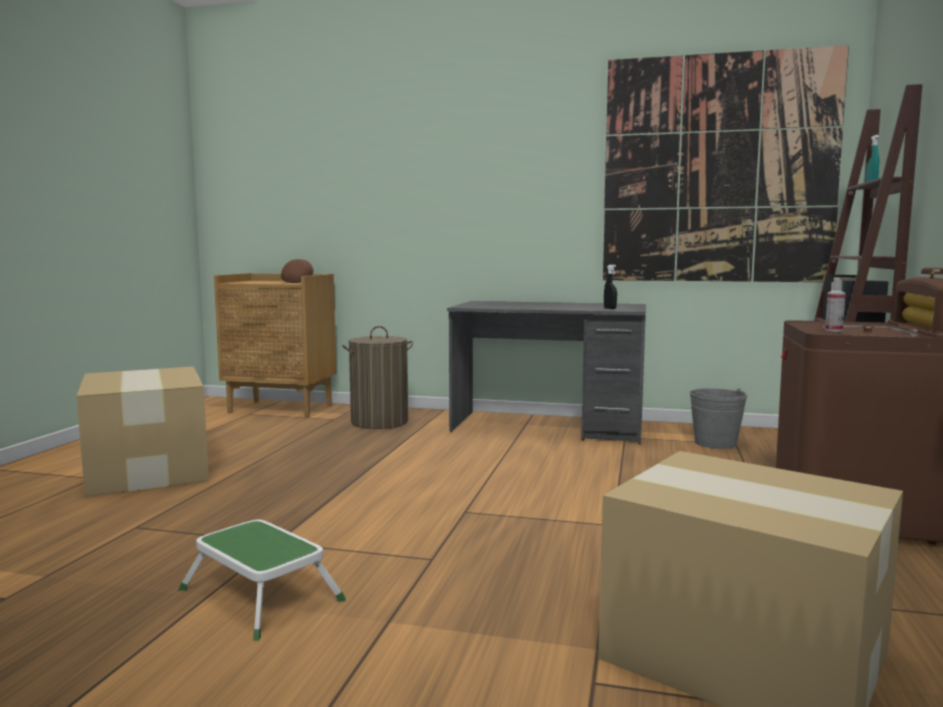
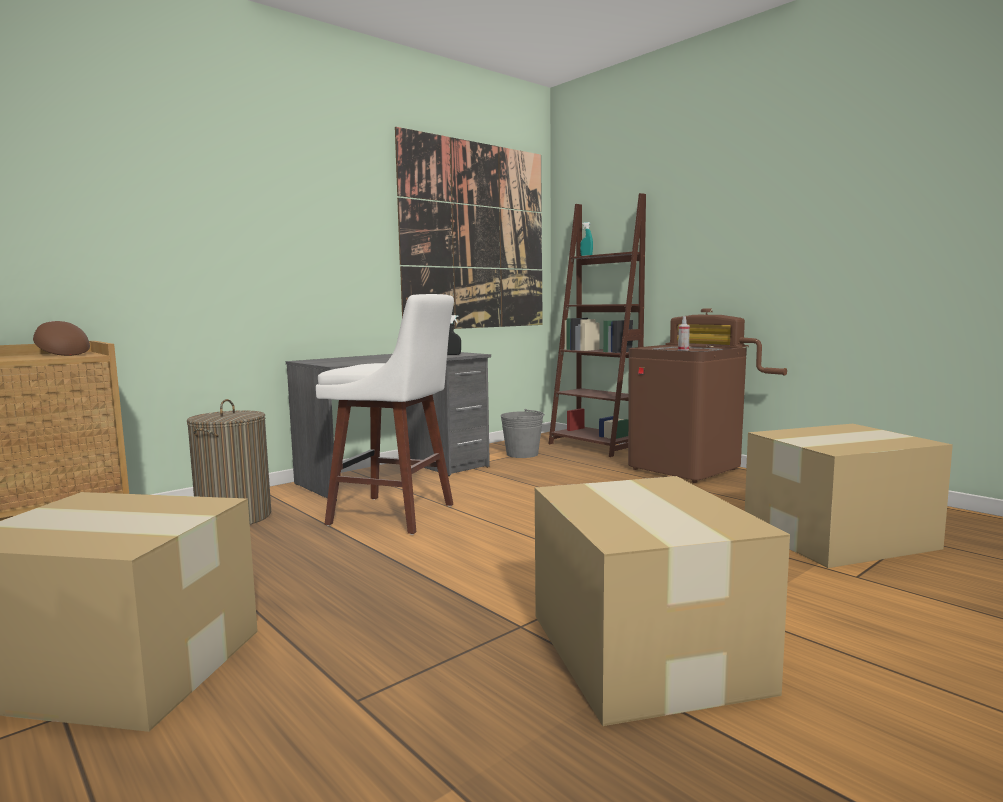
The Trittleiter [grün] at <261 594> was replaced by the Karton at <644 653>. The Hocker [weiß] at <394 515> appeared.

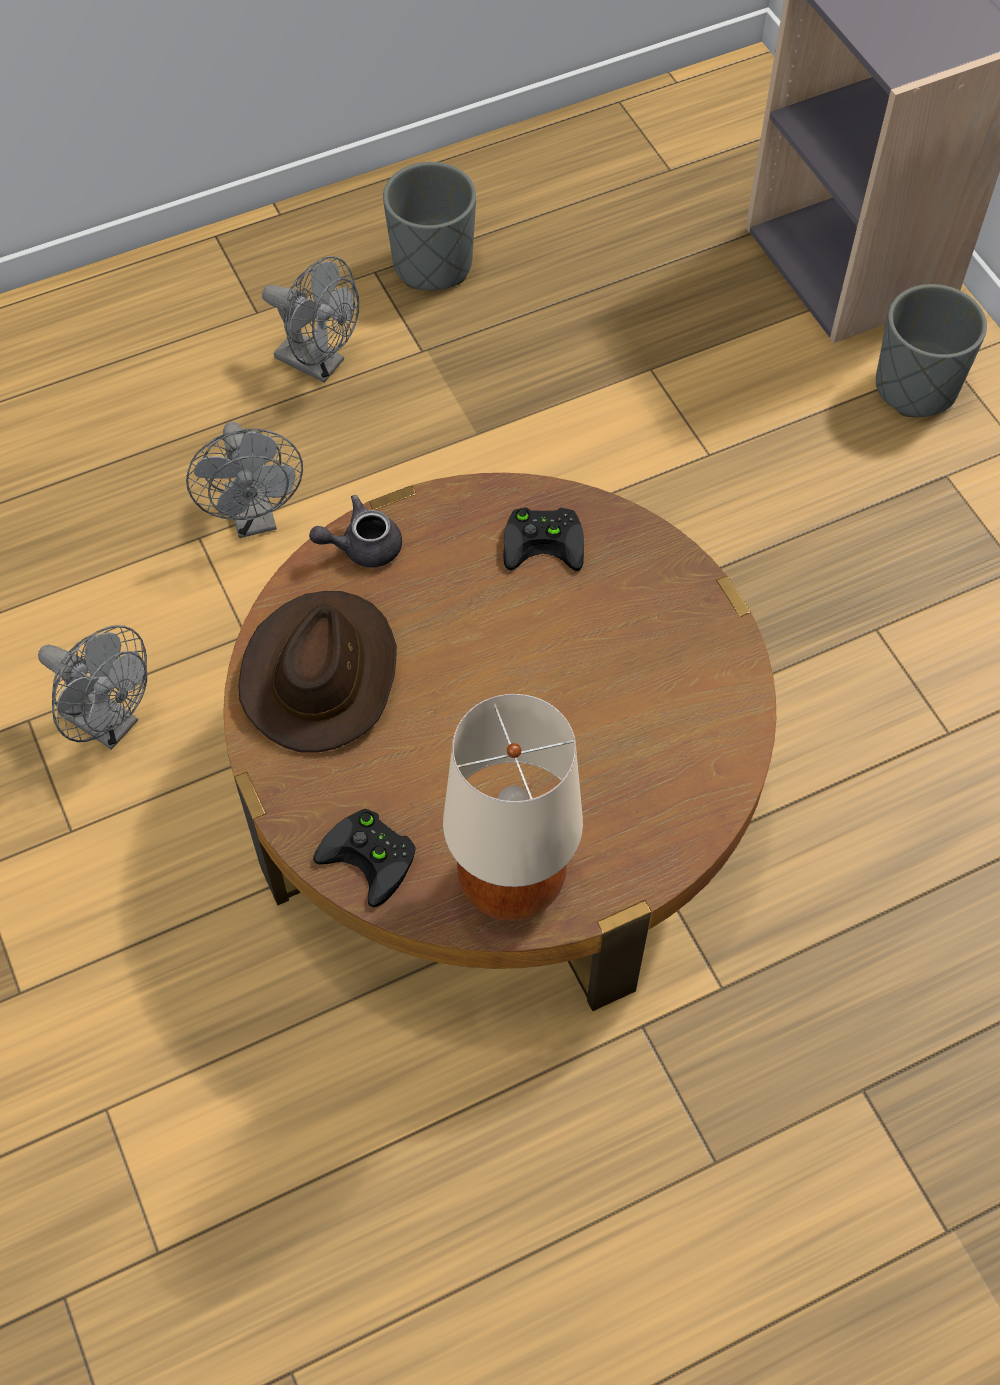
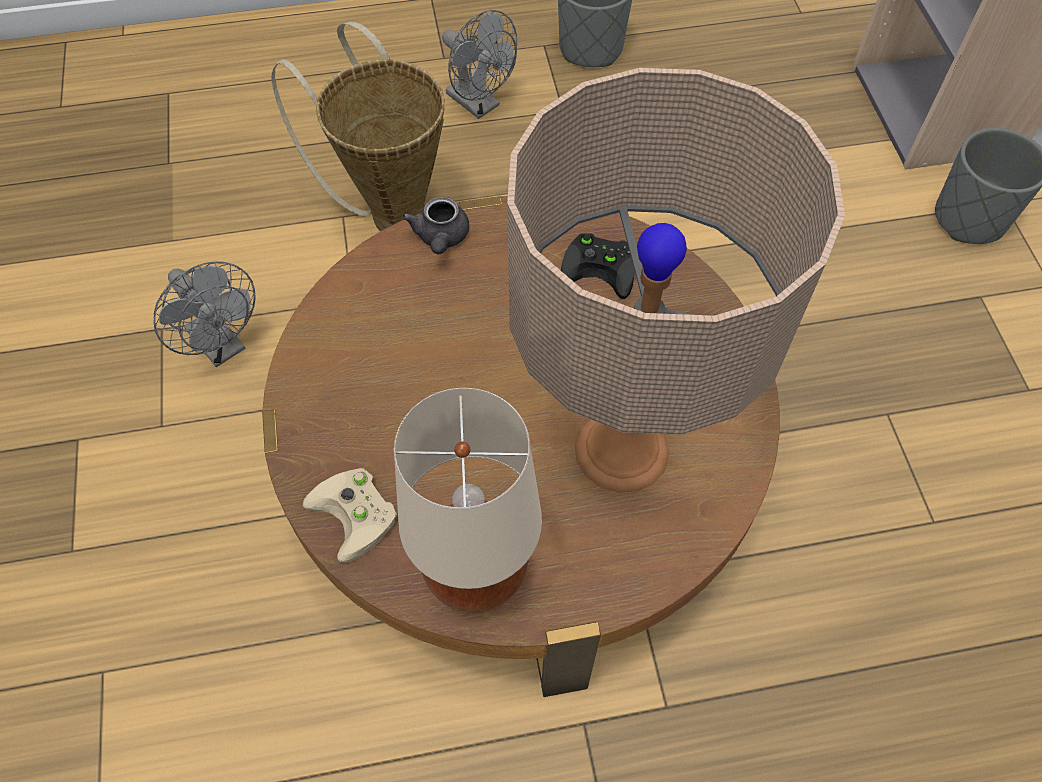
The Ventilator [grau] at <255 519> was replaced by the Korb at <390 211>. The Teekanne [grau] at <362 547> turned 90 degrees counterclockwise. The Hut [braun] at <320 674> disappeared. The Gamepad [schwarz] at <373 857> became the Gamepad [beige] at <357 515>. The Tischlampe [beige] at <621 449> appeared.

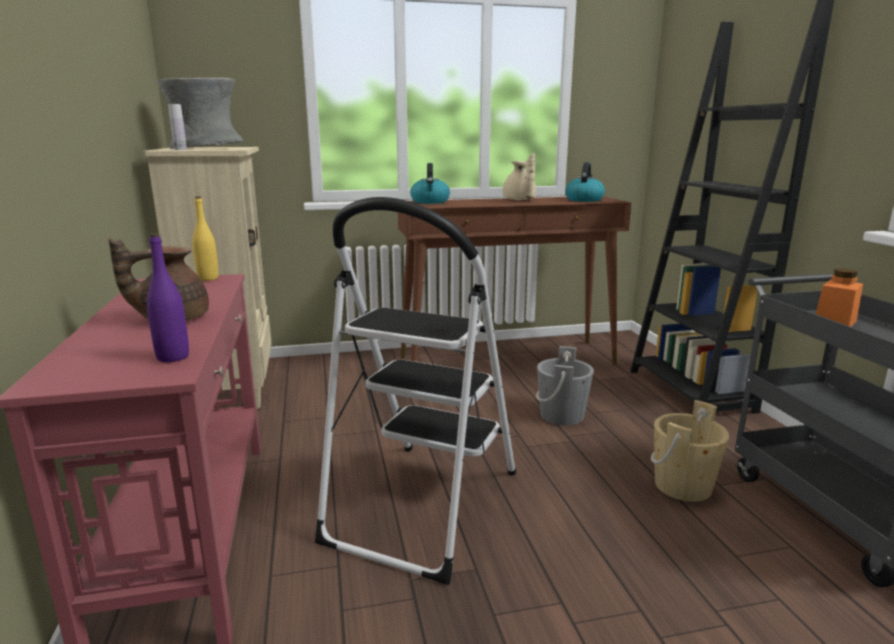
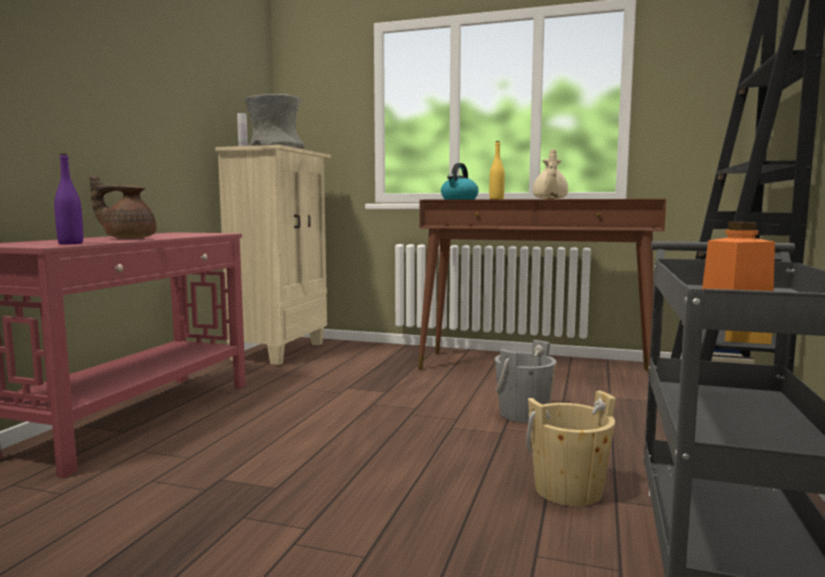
The Wasserkessel at <584 200> disappeared. The Flasche [gelb] moved from <208 278> to <496 199>. The Trittleiter at <419 508> disappeared.

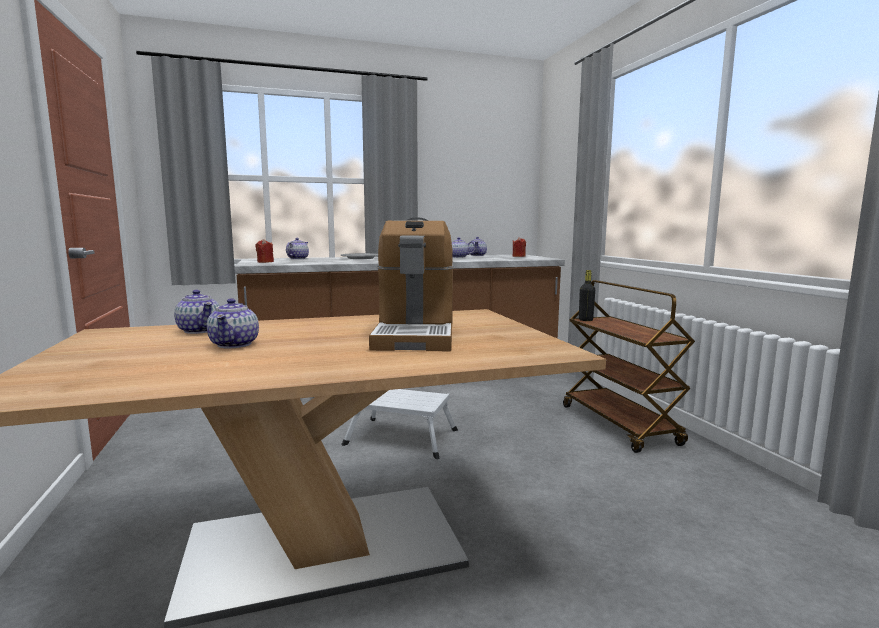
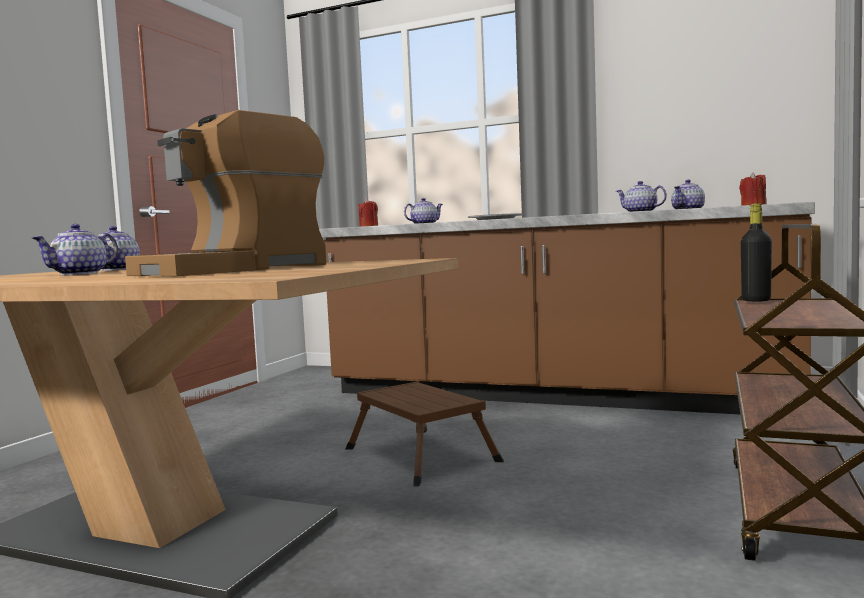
The Trittleiter [weiß] at <402 437> became the Trittleiter [braun] at <421 455>.

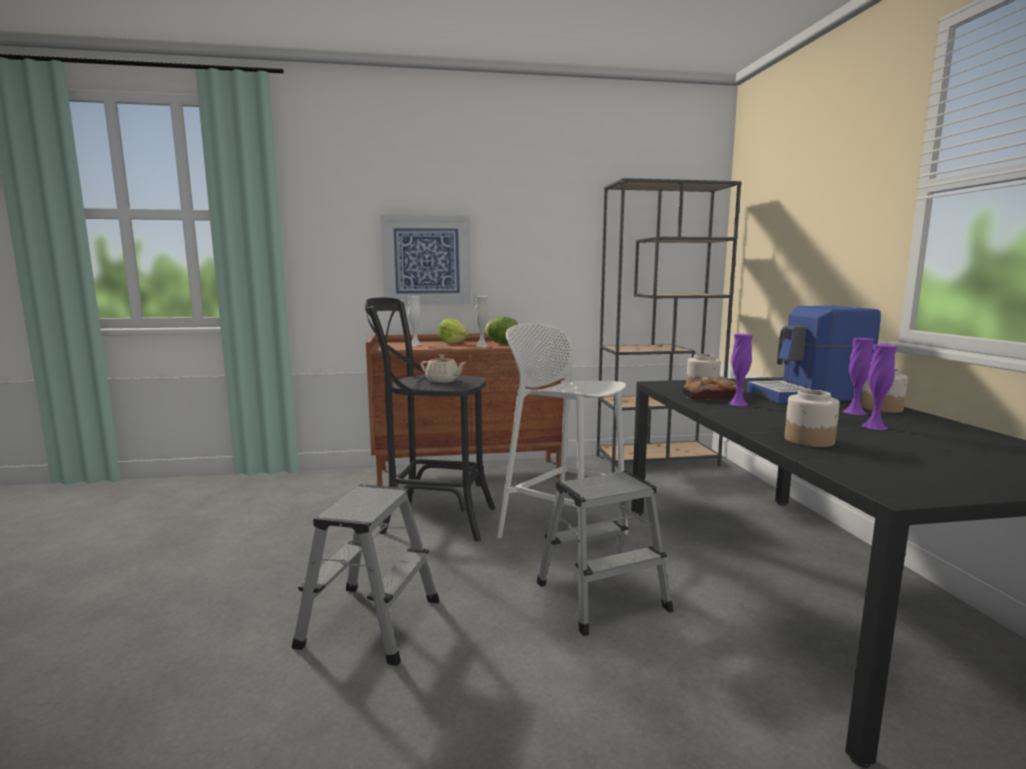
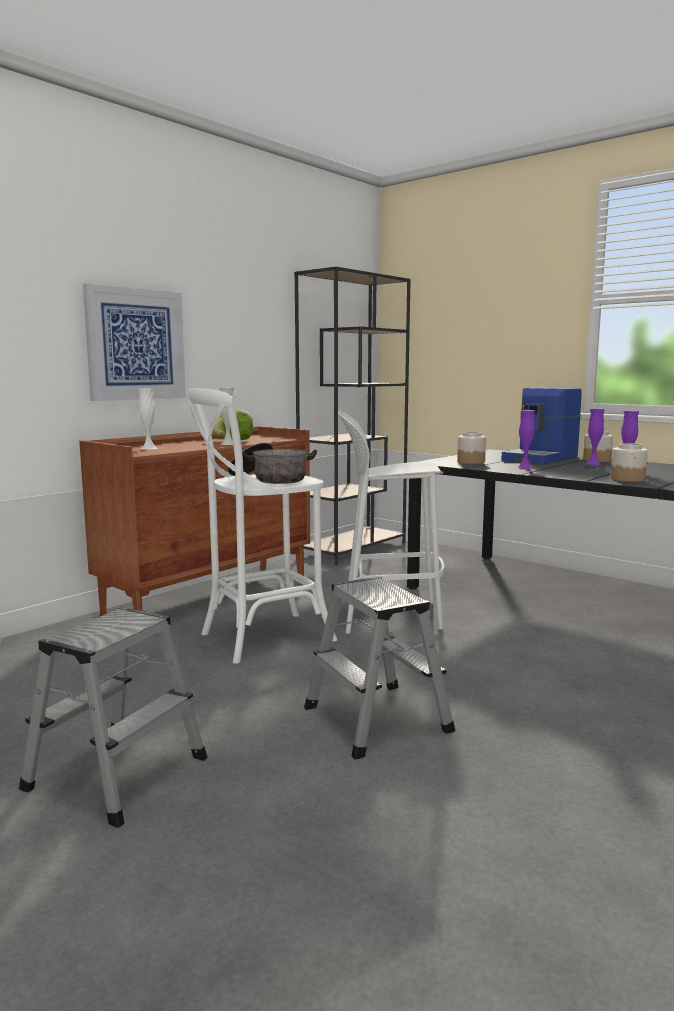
The Hocker [schwarz] at <434 519> became the Hocker [weiß] at <261 638>. The Salatkopf at <453 343> disappeared. The Teekanne [beige] at <443 381> was replaced by the Kochtopf at <270 479>. The Brot at <711 397> disappeared. The Trittleiter [grau] moved from <602 595> to <117 772>.

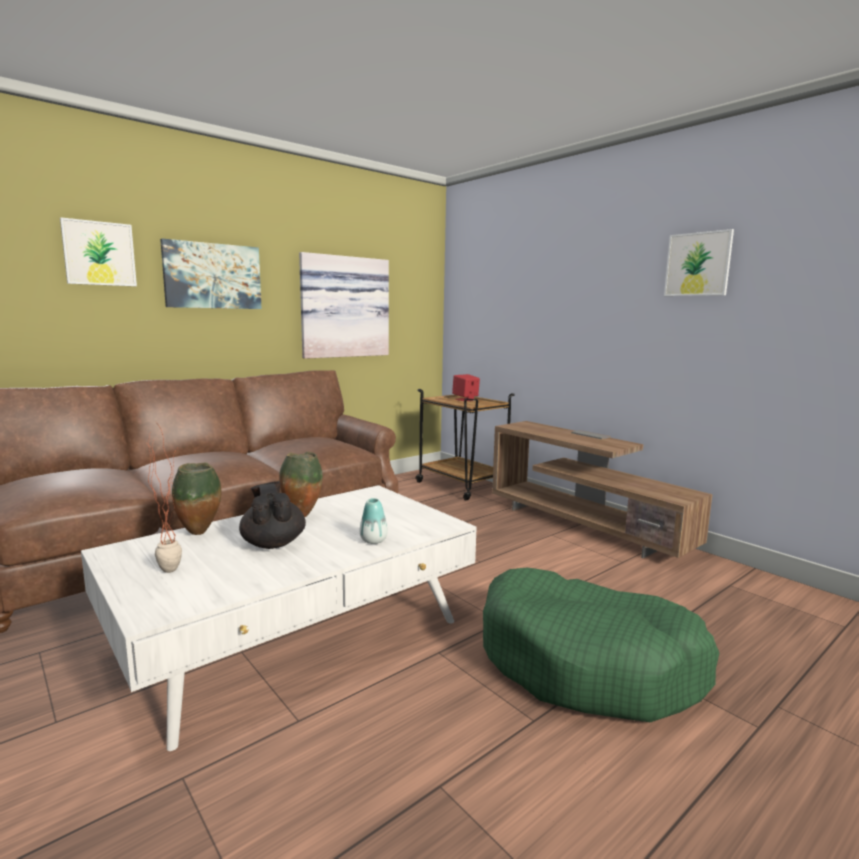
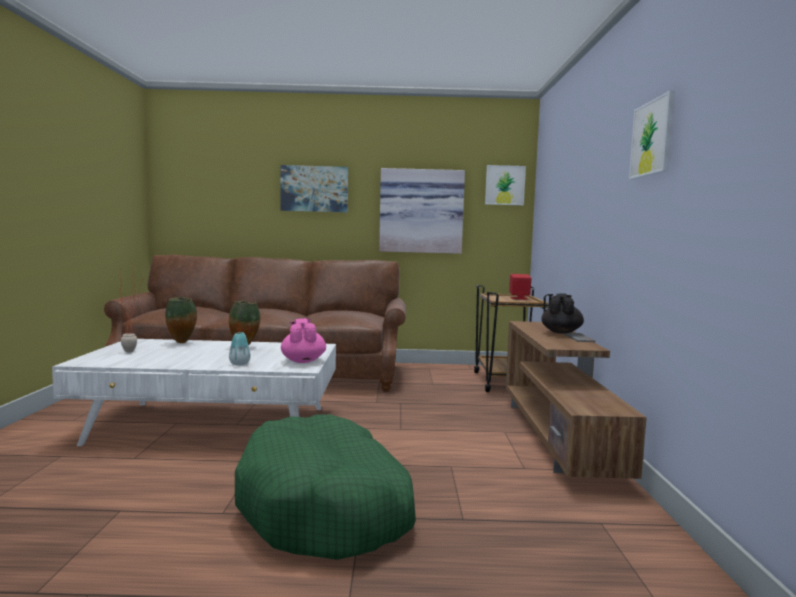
The Bild moved from <99 253> to <505 185>. The Teekanne [schwarz] moved from <273 543> to <561 332>. The Teekanne [rosa] at <303 361> appeared.

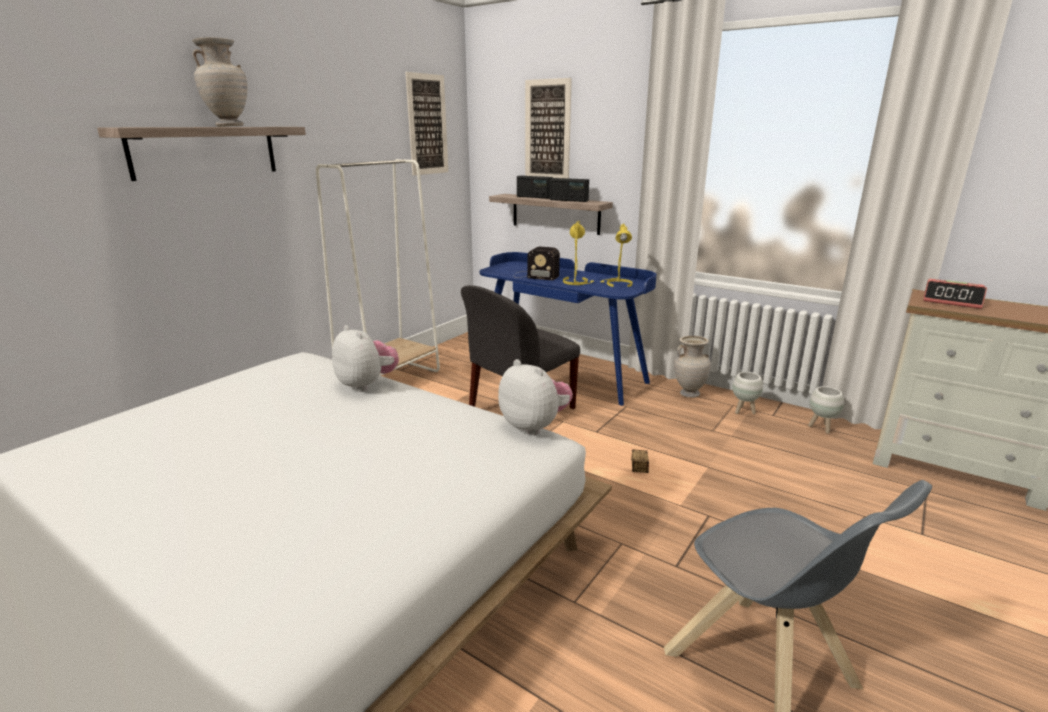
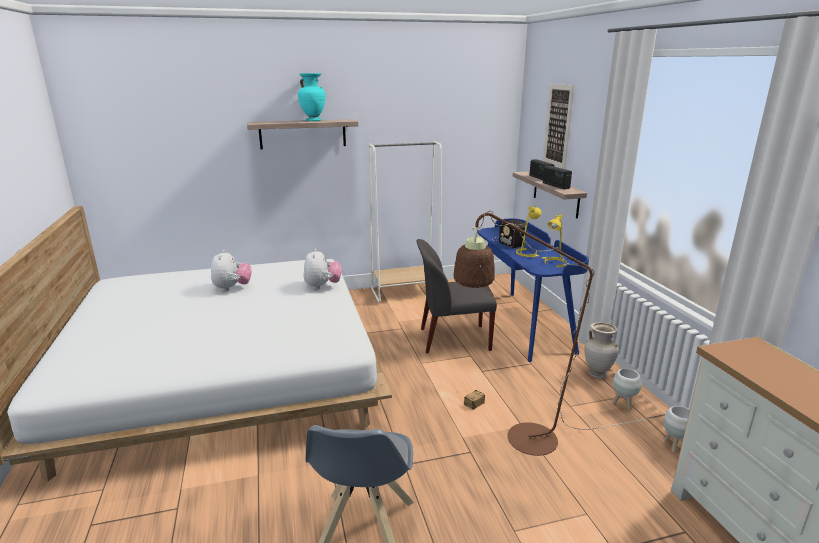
The Vase [beige] at <229 126> became the Vase [türkis] at <313 121>. The Bild at <427 125> disappeared. The Wecker at <952 301> disappeared. The Plüschtier moved from <535 426> to <232 288>. The Stehlampe [braun] at <520 441> appeared.

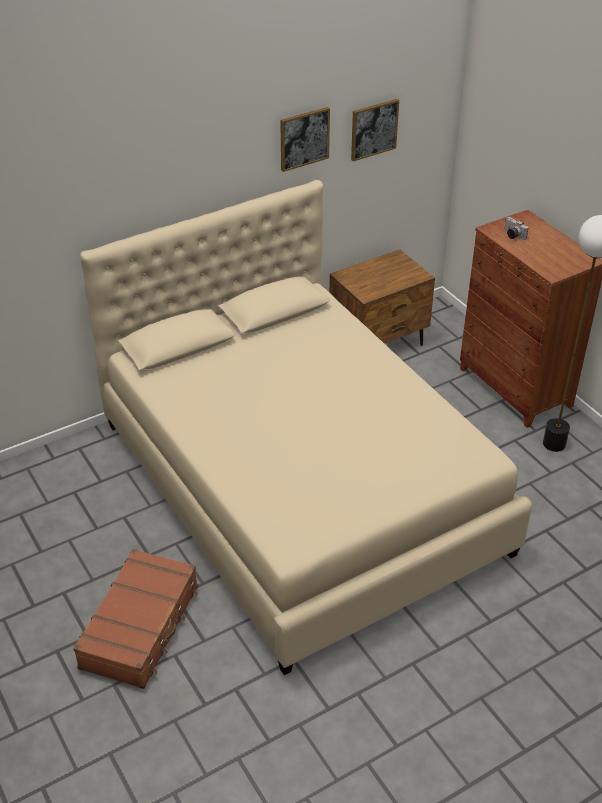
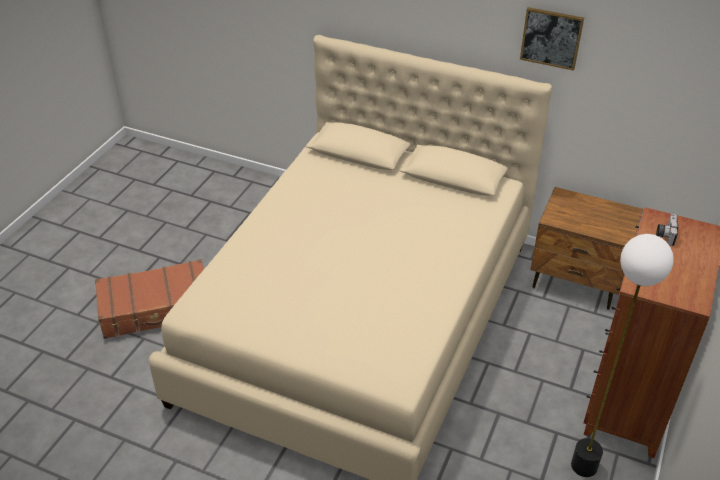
The Bild at <373 129> disappeared.

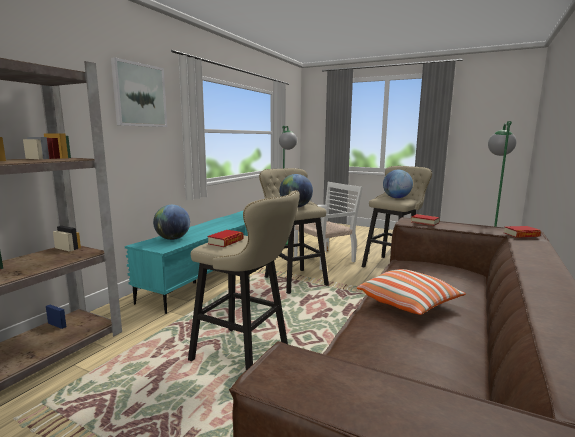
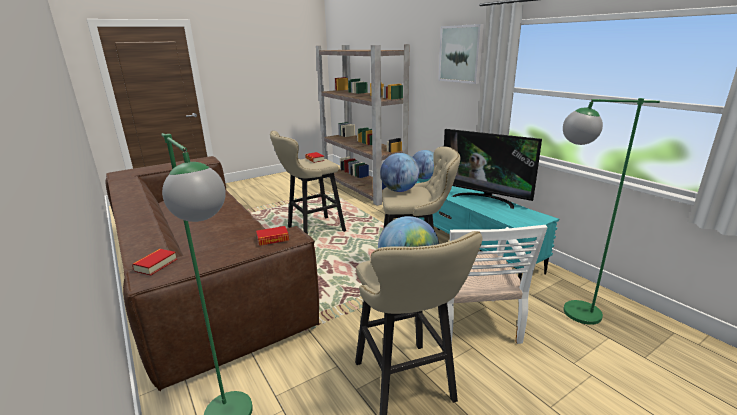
The Kissen at <409 304> disappeared. The Fernseher at <485 199> appeared.

